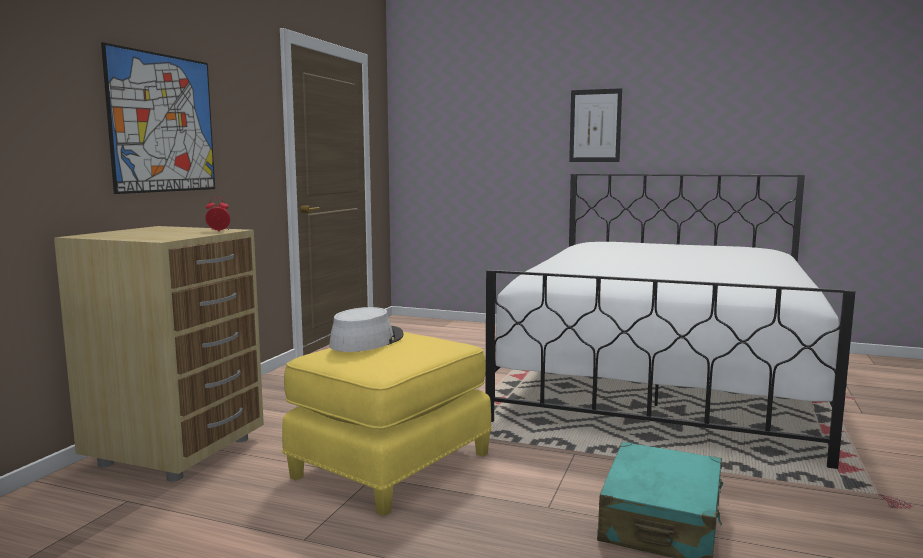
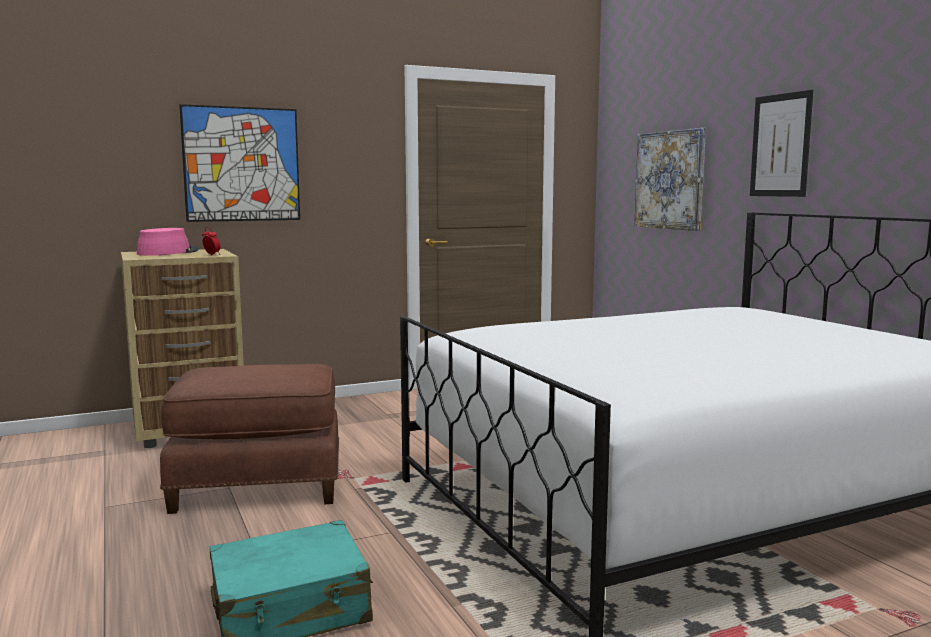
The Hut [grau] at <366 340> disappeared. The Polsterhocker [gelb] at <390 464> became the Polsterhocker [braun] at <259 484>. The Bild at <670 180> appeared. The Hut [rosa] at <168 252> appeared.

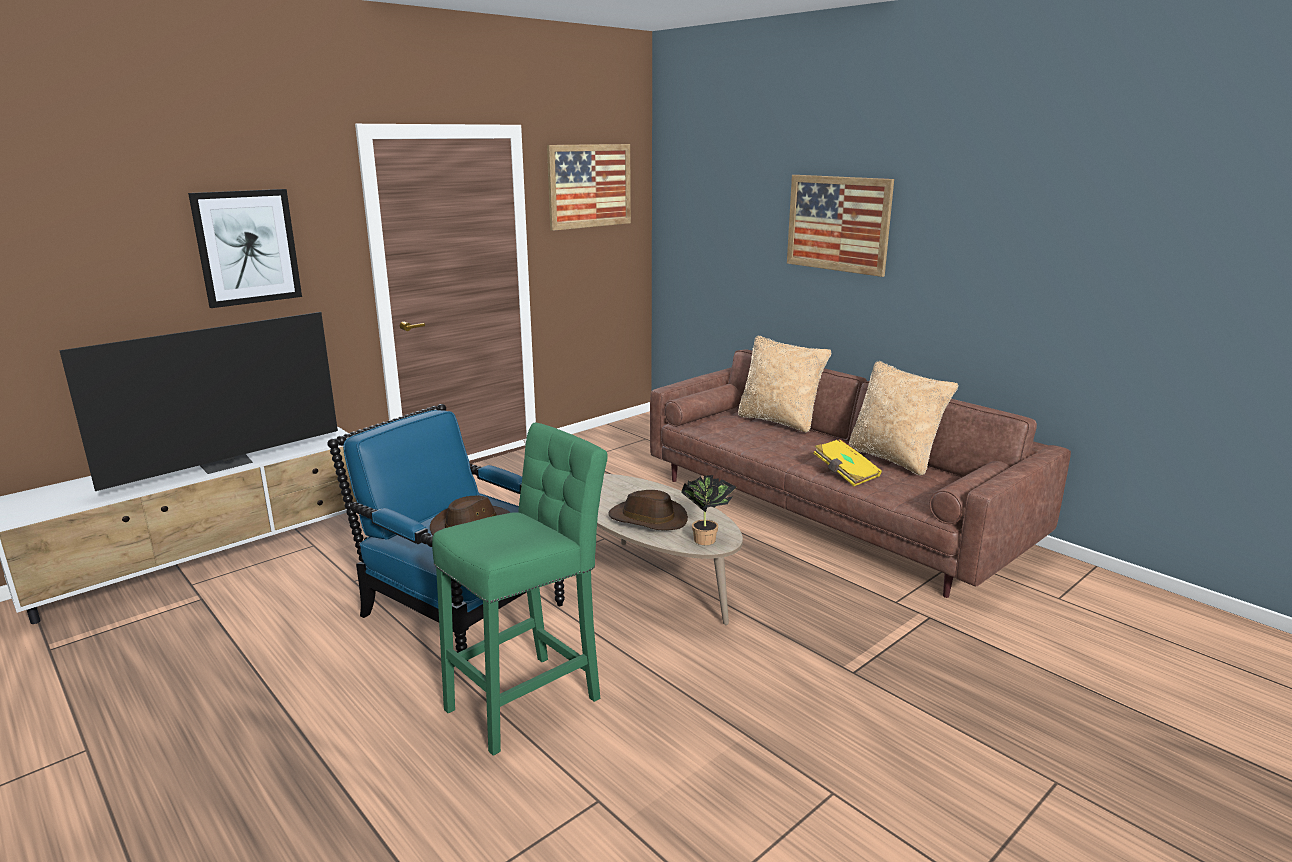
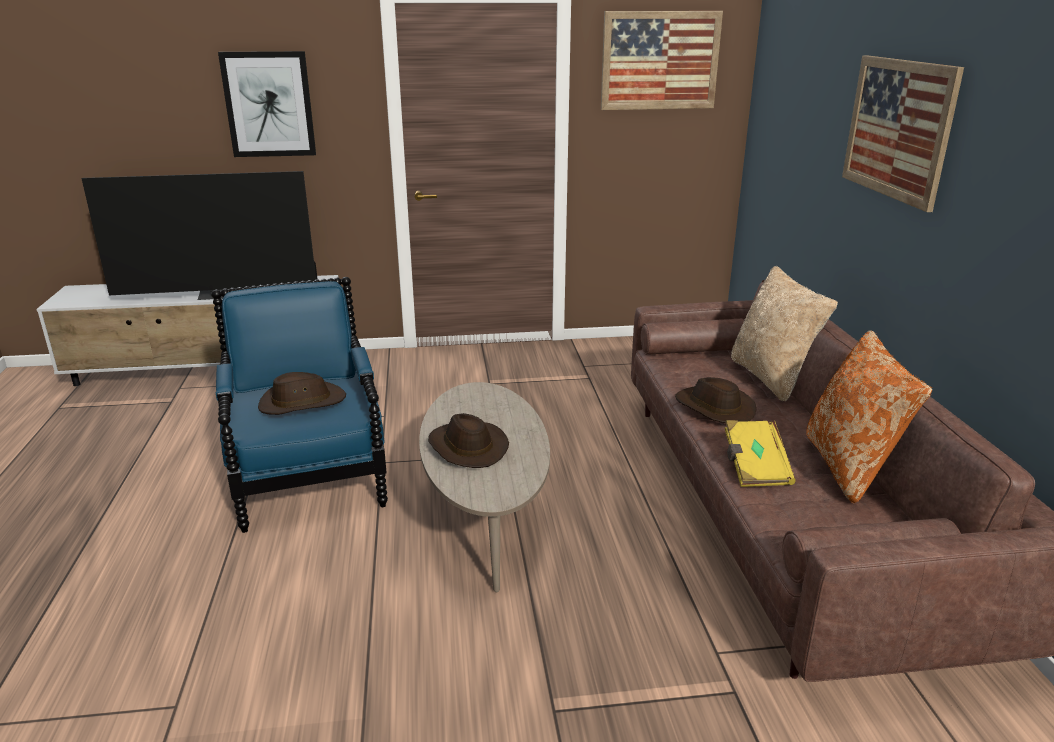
The Kissen [beige] at <893 461> became the Kissen [orange] at <848 471>. The Hocker [grün] at <529 699> disappeared. The Topfpflanze at <706 538> disappeared. The Hut [braun] at <713 408> appeared.

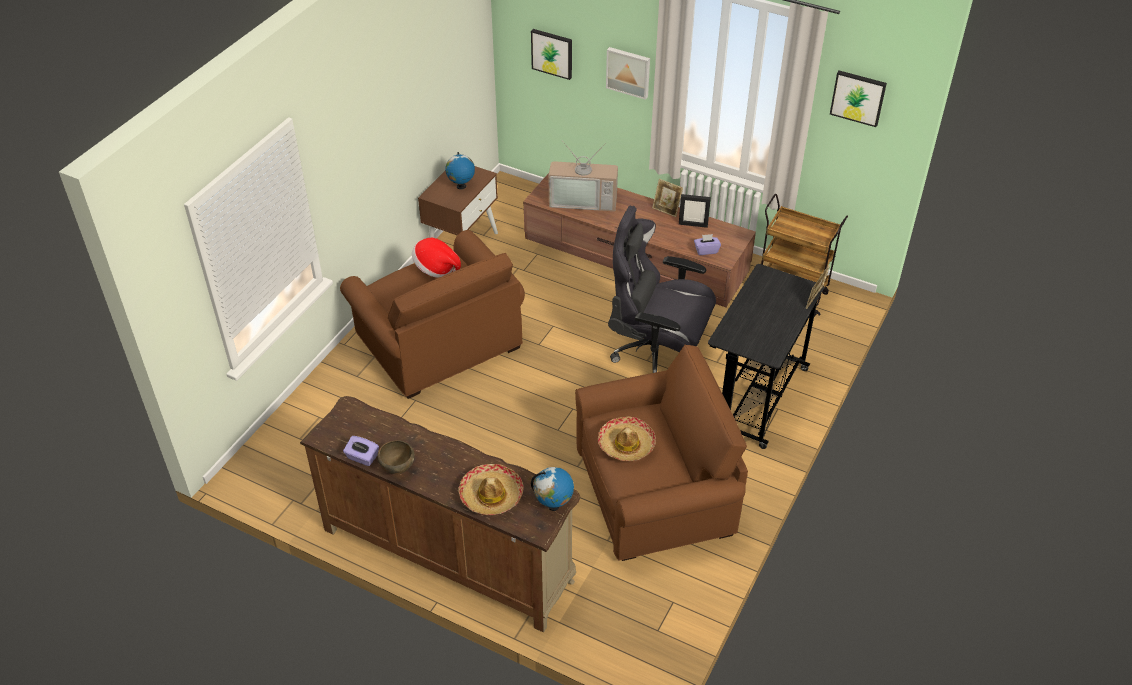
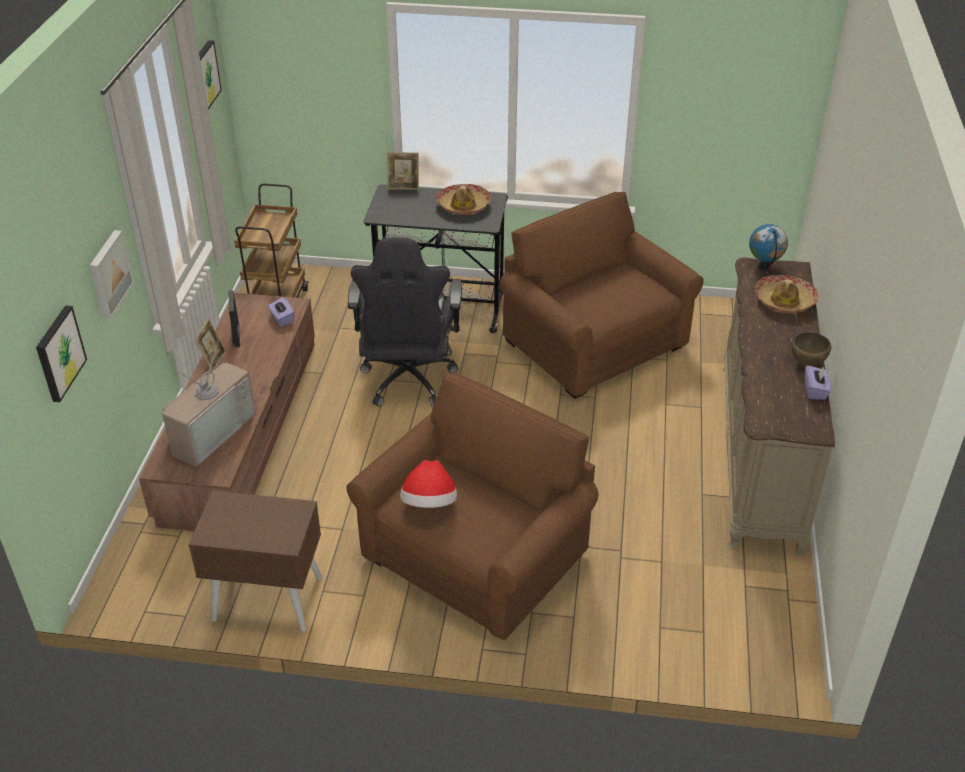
The Fernseher at <584 199> turned 45 degrees clockwise. The Globus at <461 186> disappeared. The Hut moved from <626 445> to <463 205>.

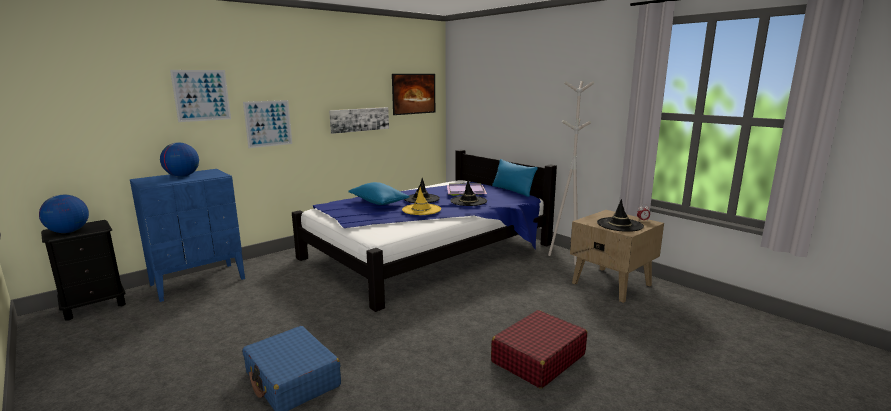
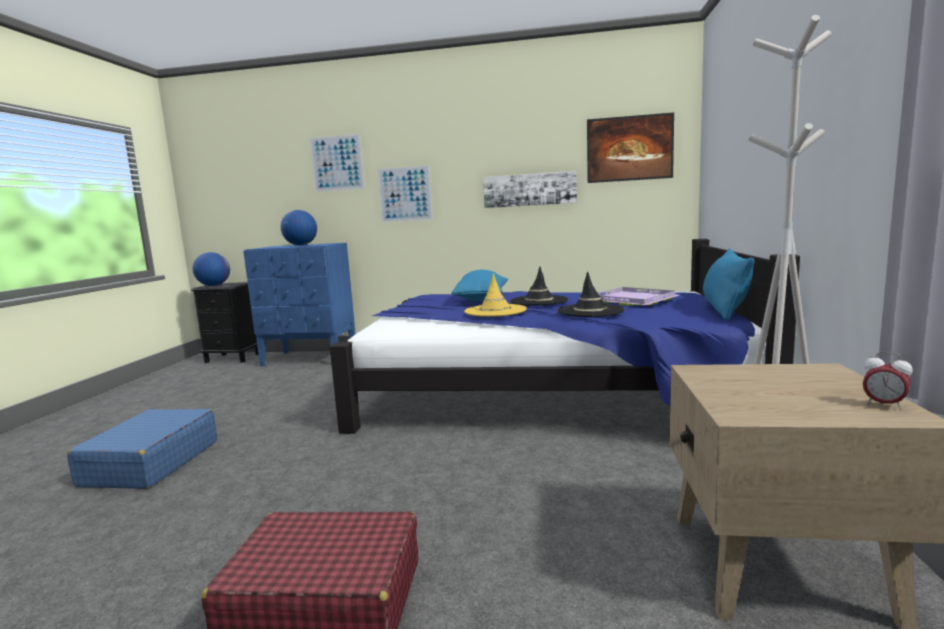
The Hut [schwarz] at <619 225> disappeared.

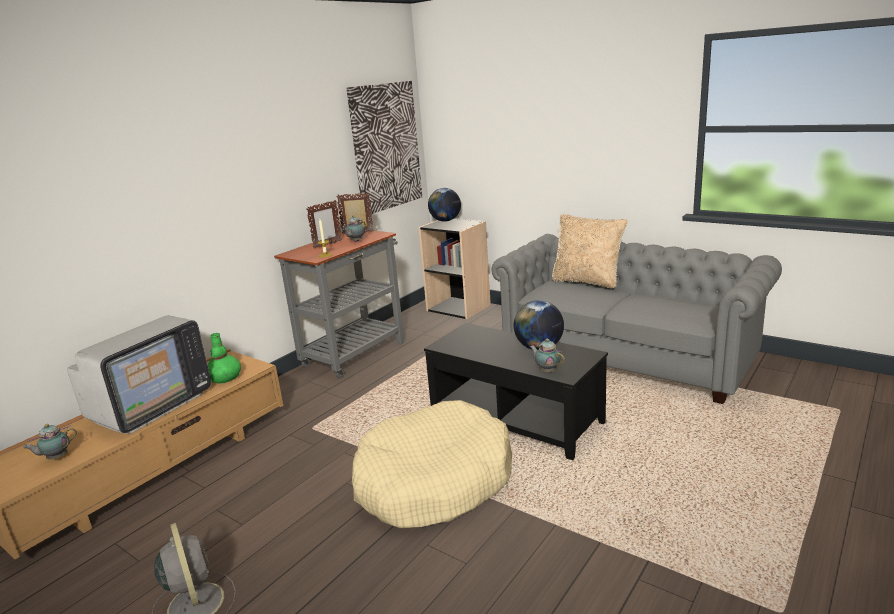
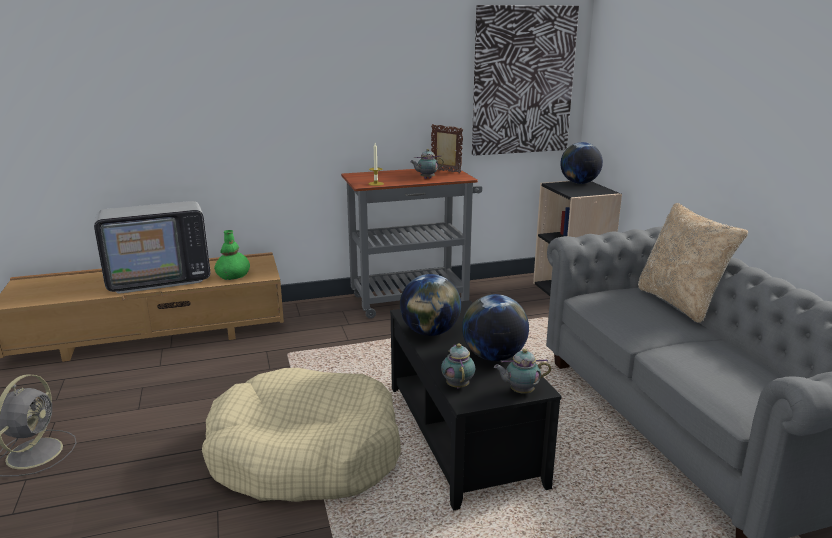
The Bilderrahmen at <327 245> disappeared. The Teekanne moved from <56 458> to <520 392>. The Globus at <430 332> appeared.

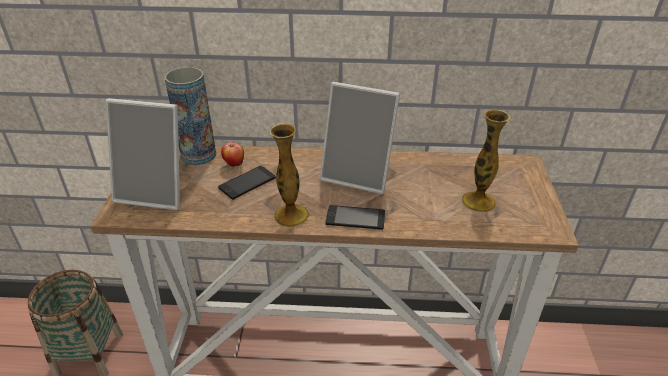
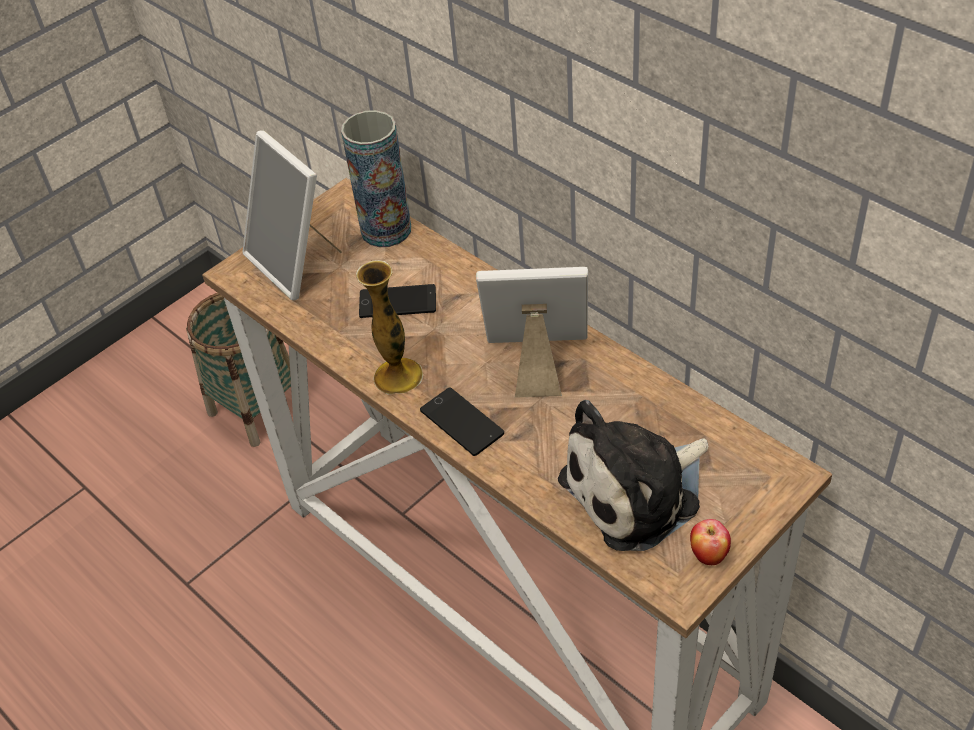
The Bilderrahmen at <359 174> turned 120 degrees clockwise. The Vase at <478 202> was replaced by the Plüschtier at <637 491>. The Apfel moved from <234 164> to <708 555>.

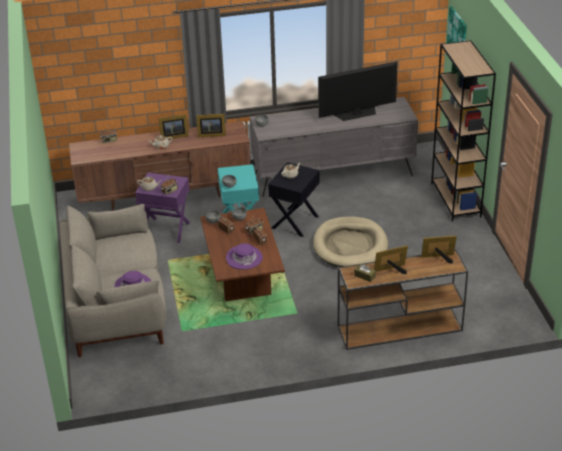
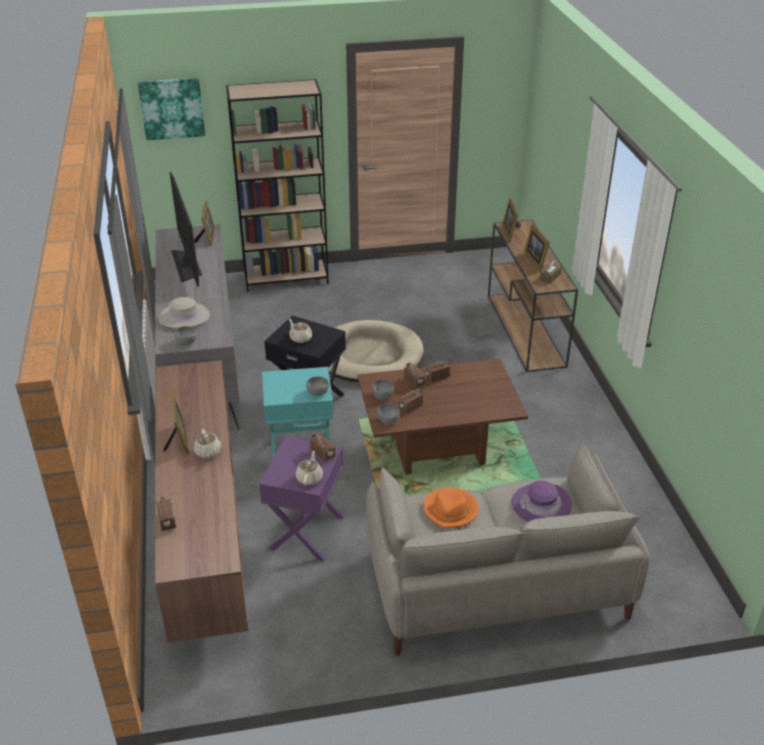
The Bilderrahmen moved from <210 134> to <207 237>. The Hut [lila] at <244 258> disappeared. The Hut [beige] at <184 317> appeared. The Hut [orange] at <451 510> appeared.

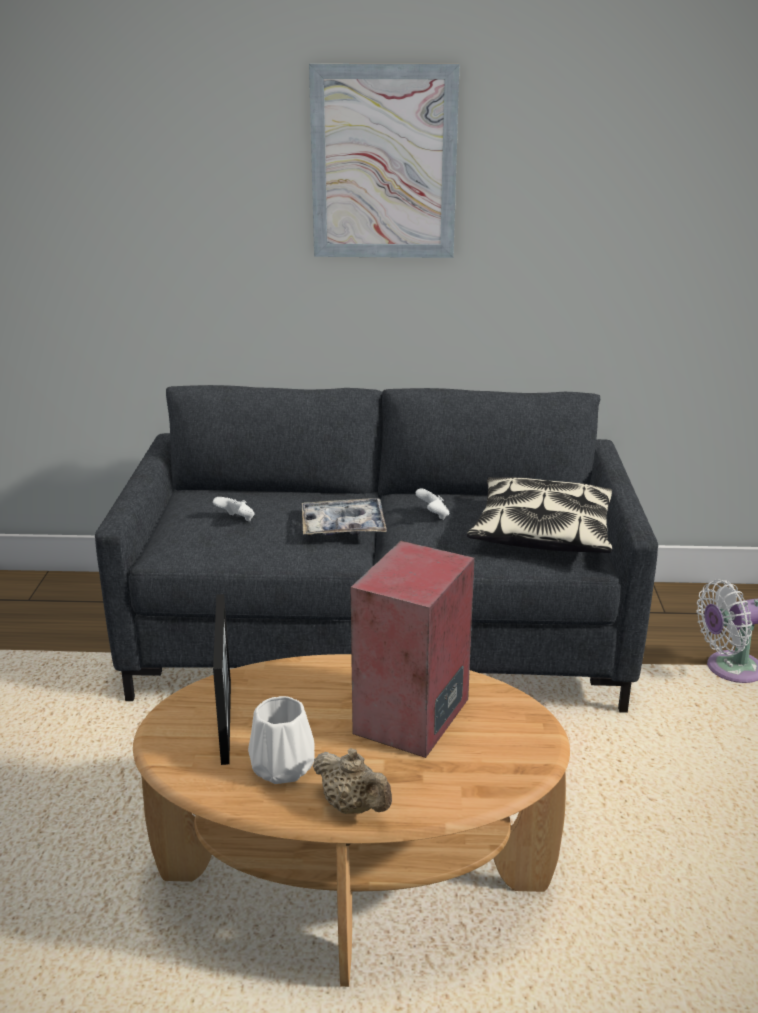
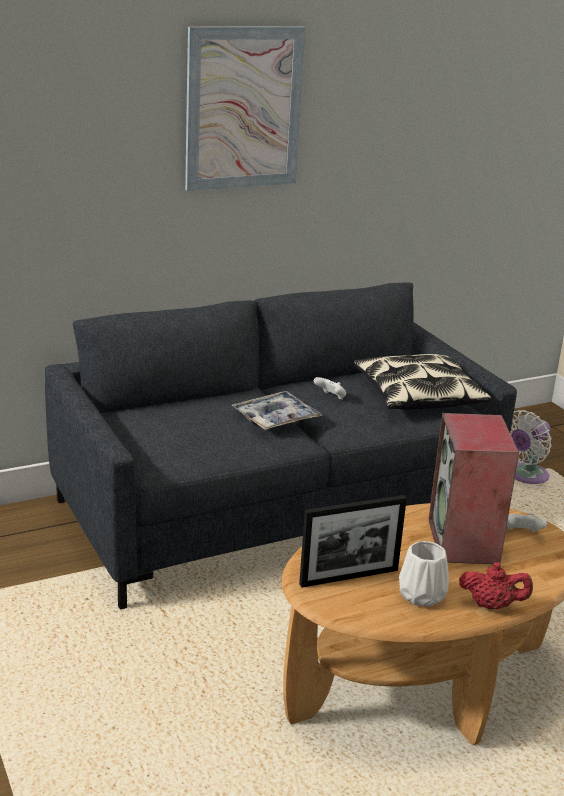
The Gamepad [weiß] moved from <236 520> to <521 534>. The Bilderrahmen at <226 721> turned 105 degrees clockwise. The Teekanne [beige] at <353 807> became the Teekanne [rot] at <492 605>.

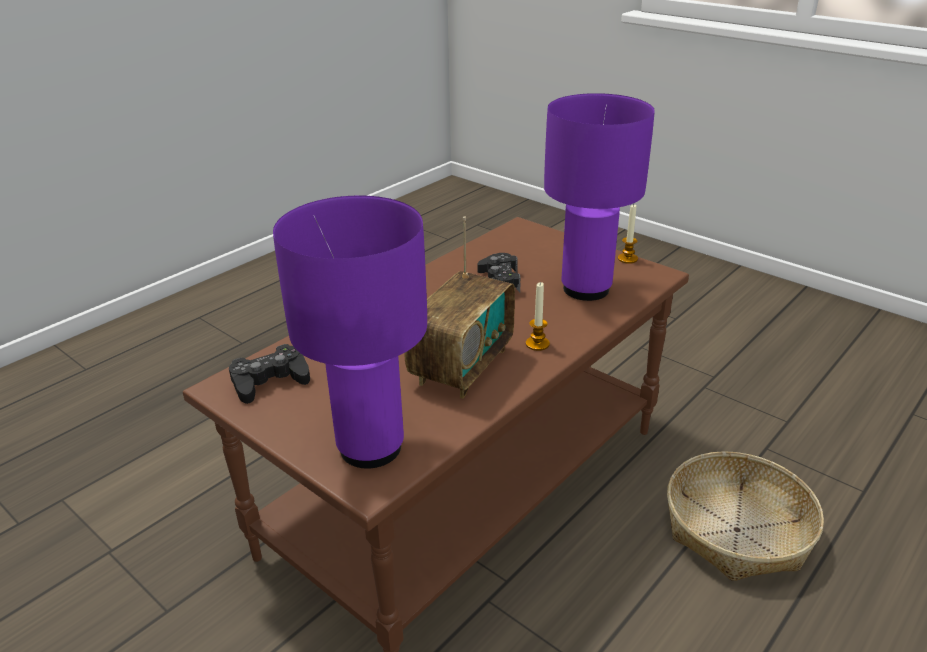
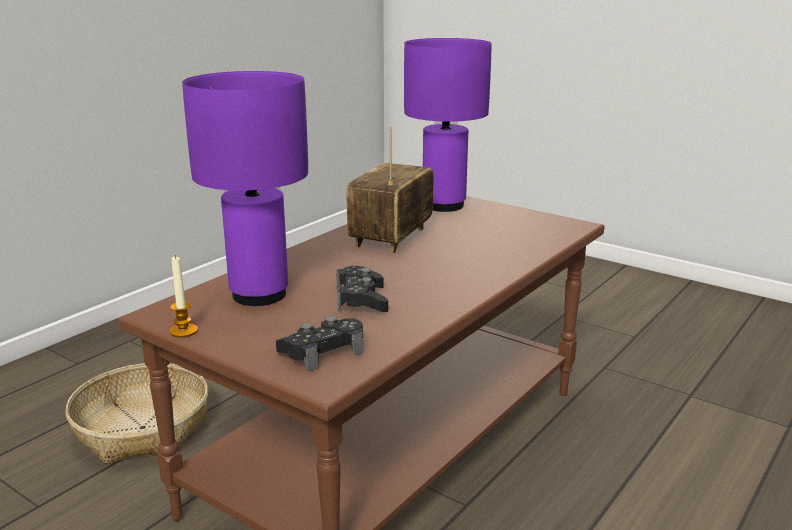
The Kerze at <537 344> disappeared. The Gamepad [schwarz] moved from <270 381> to <322 351>.

